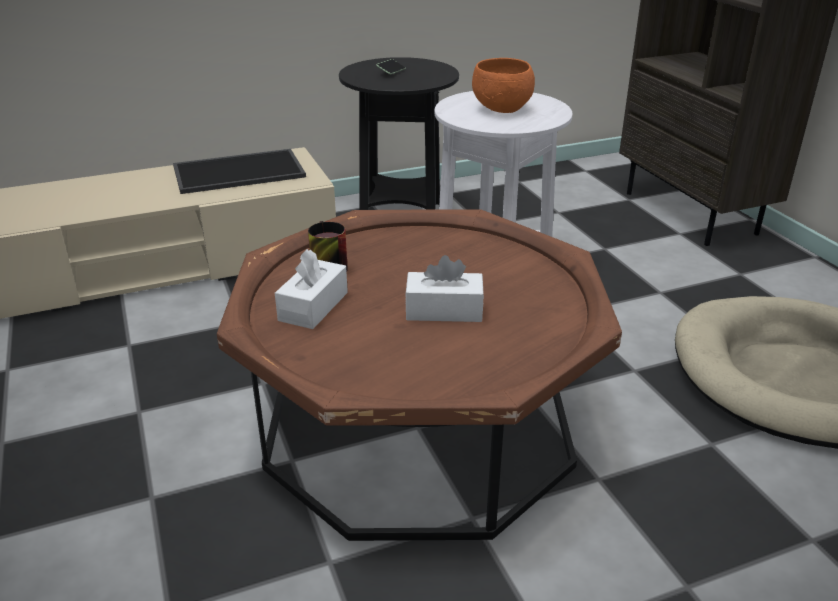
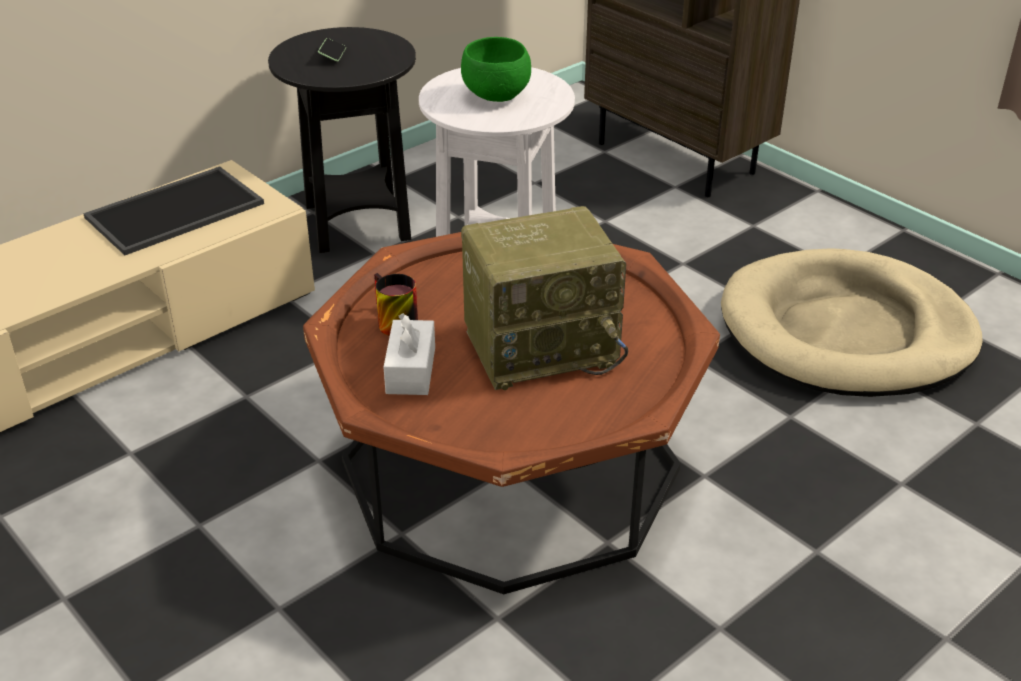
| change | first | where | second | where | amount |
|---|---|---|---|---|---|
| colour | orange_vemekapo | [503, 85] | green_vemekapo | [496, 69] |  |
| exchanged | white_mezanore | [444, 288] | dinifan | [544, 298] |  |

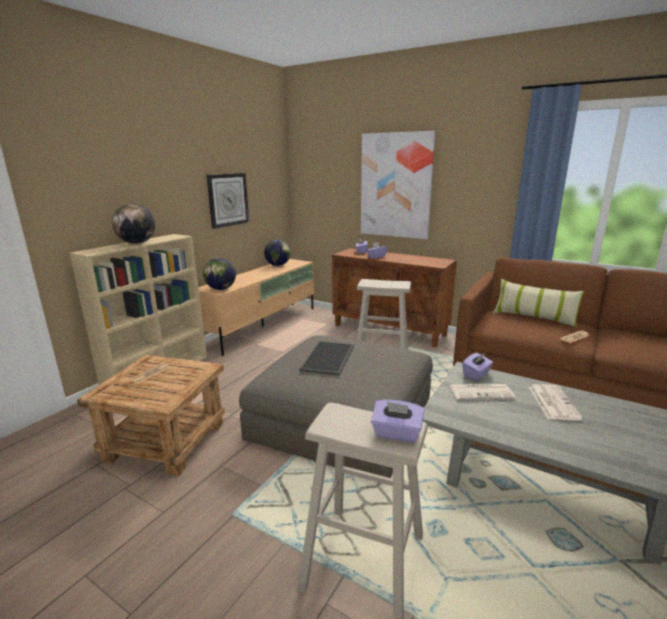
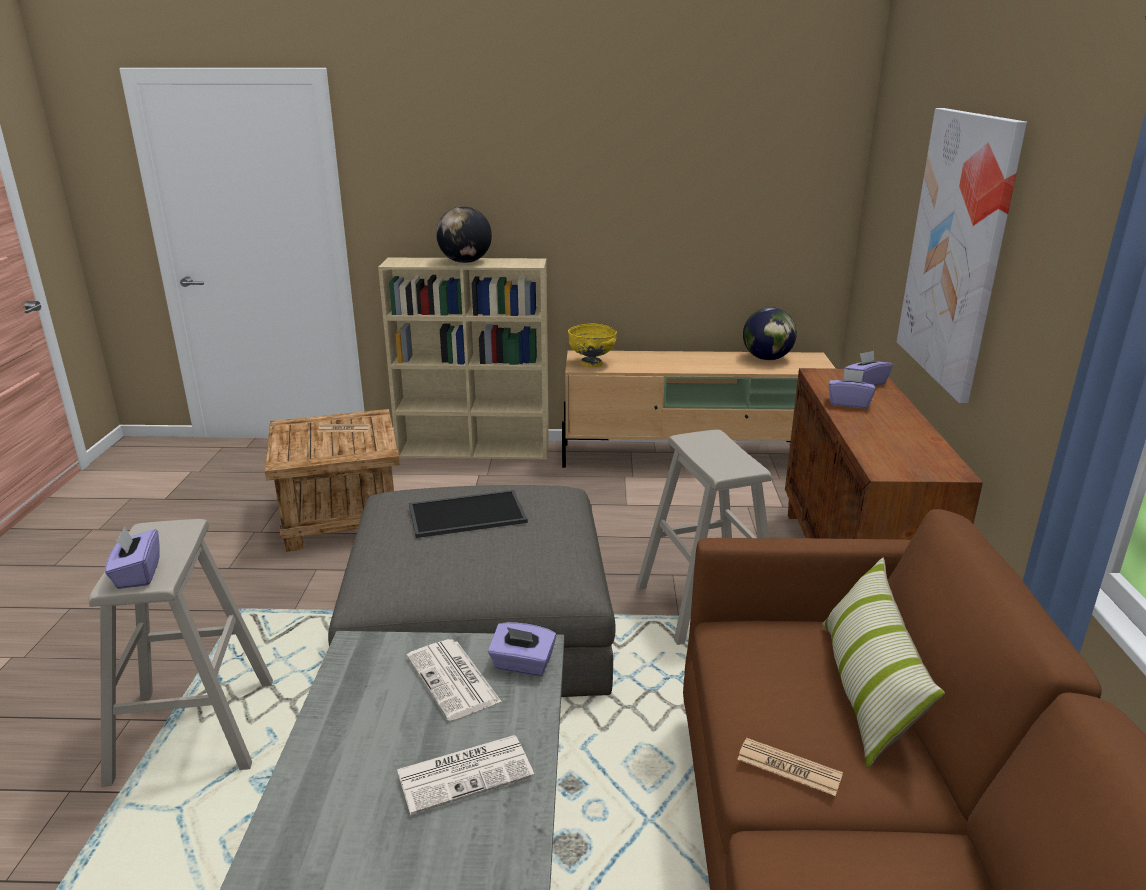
| change | first | where | second | where | amount |
|---|---|---|---|---|---|
| exchanged | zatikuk | [219, 274] | yellow_vemekapo | [592, 345] |  |
| missing | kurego | [227, 201] |  |  |  |

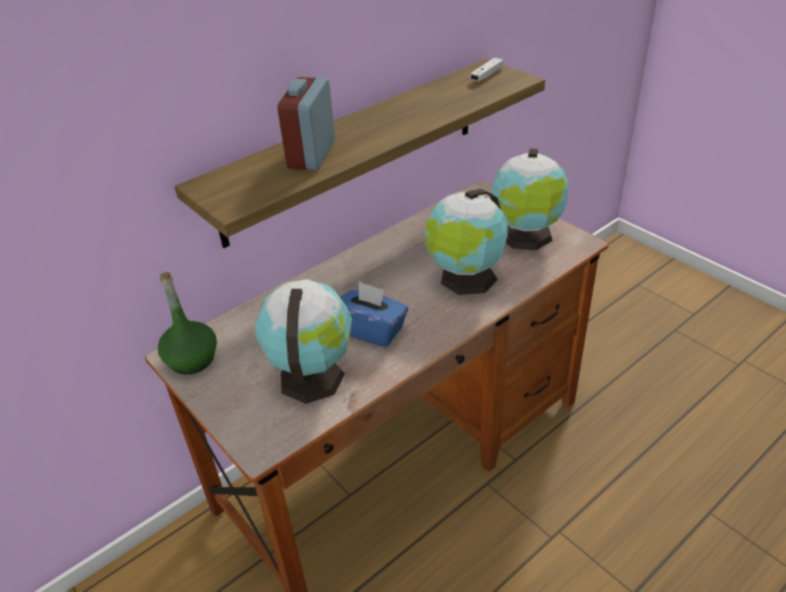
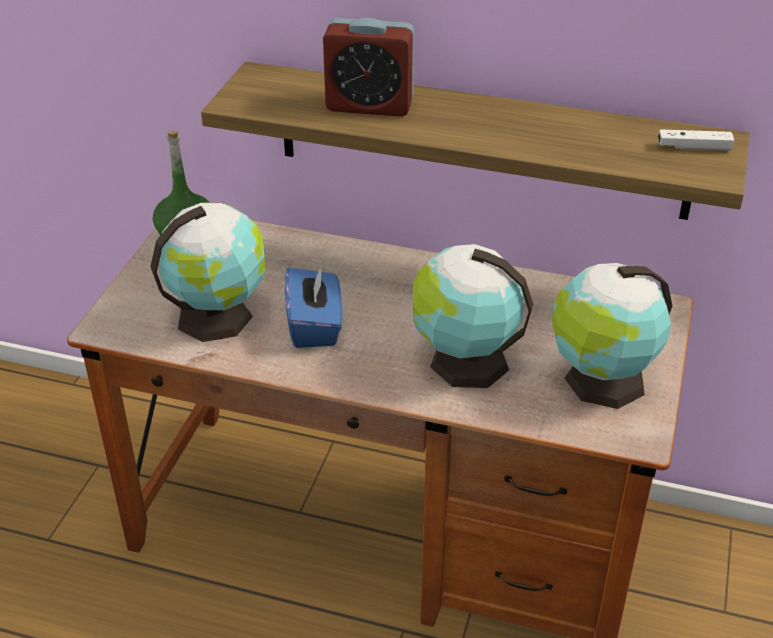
| change | first | where | second | where | amount |
|---|---|---|---|---|---|
| spun | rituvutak | [306, 123] |  | [368, 67] | 150 degrees counterclockwise |

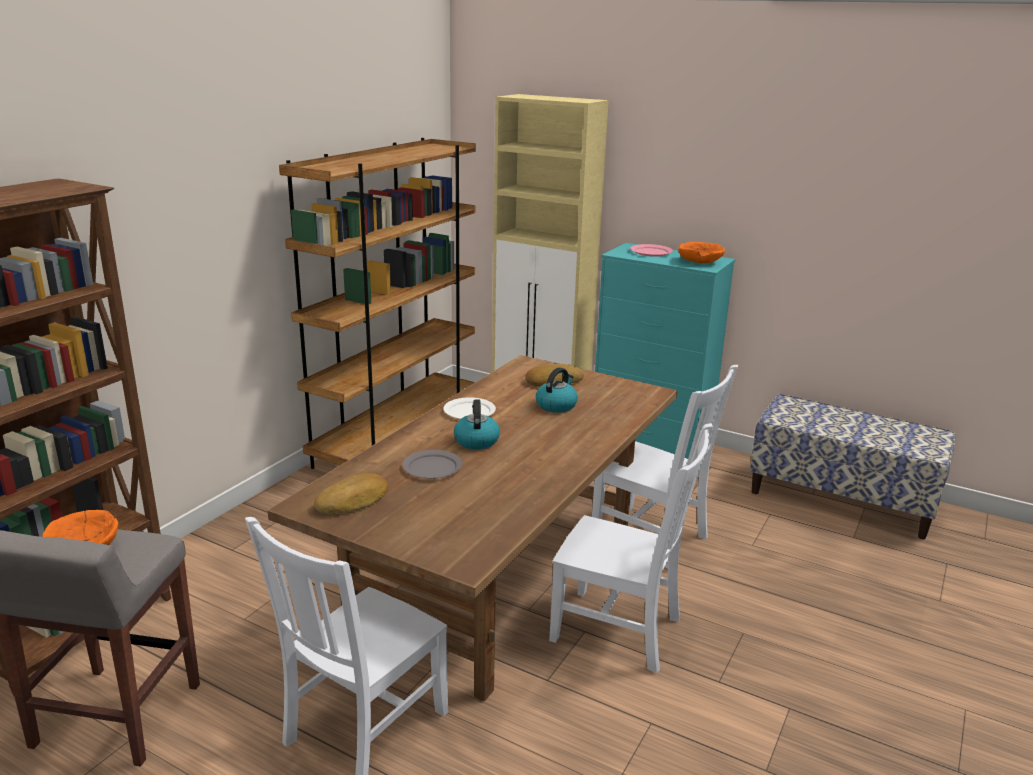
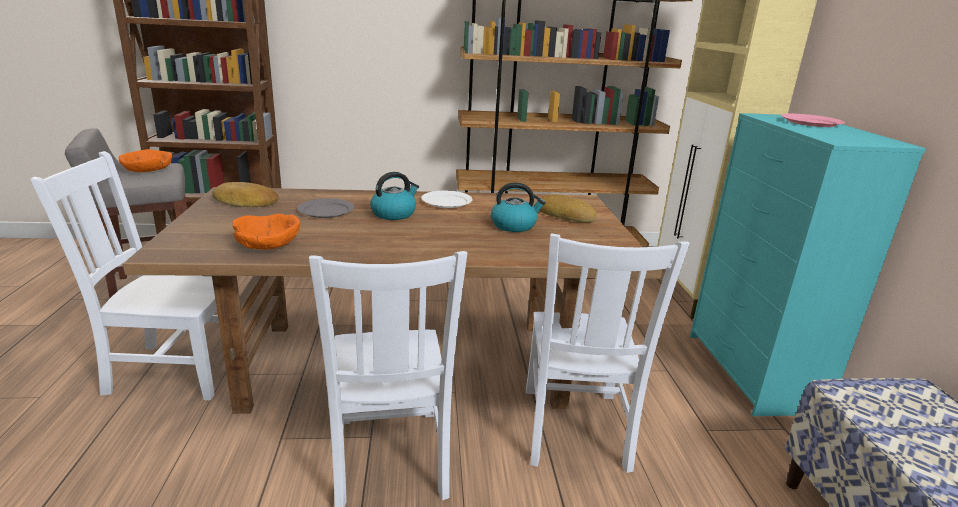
| change | first | where | second | where | amount |
|---|---|---|---|---|---|
| relocated | orange_vemekapo | [701, 253] |  | [266, 232] |  |

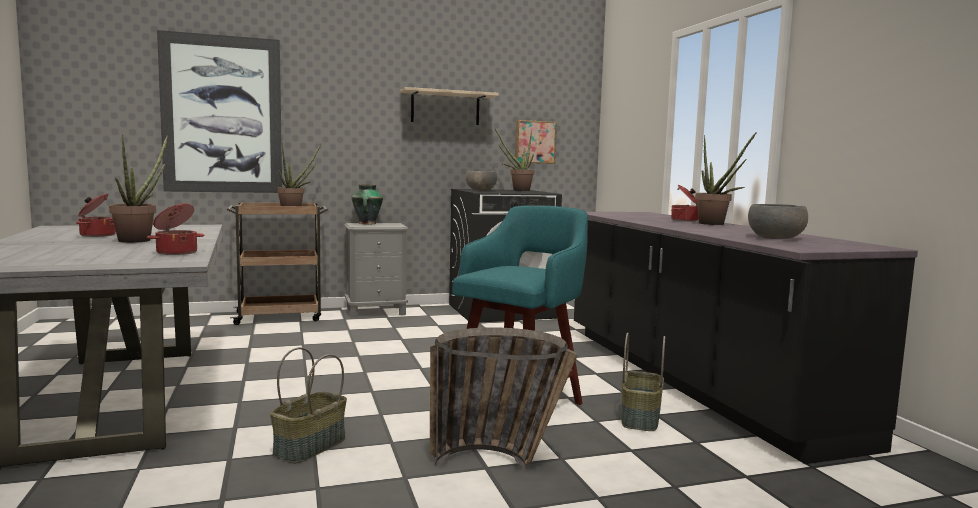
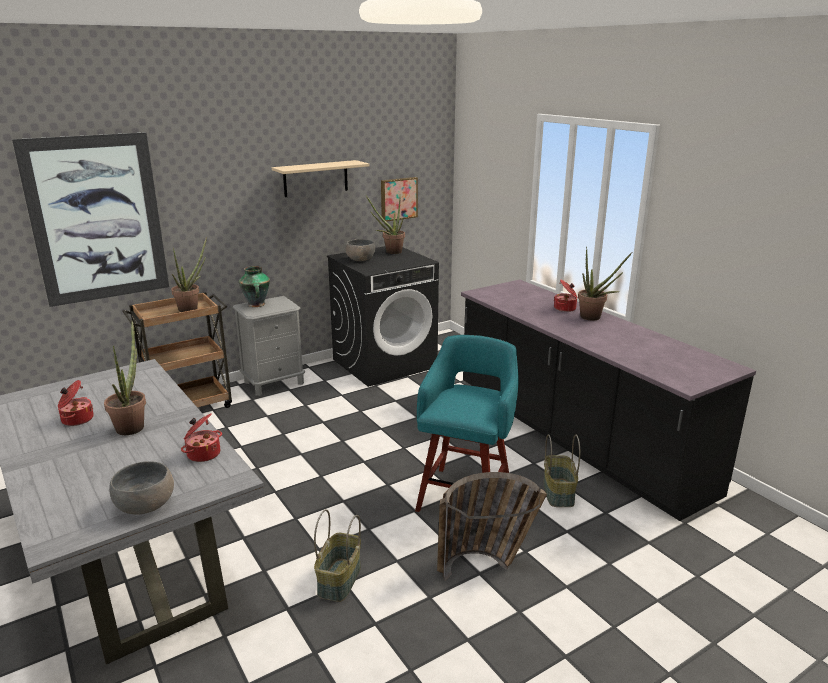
| change | first | where | second | where | amount |
|---|---|---|---|---|---|
| relocated | grey_vemekapo | [778, 221] |  | [141, 488] |  |

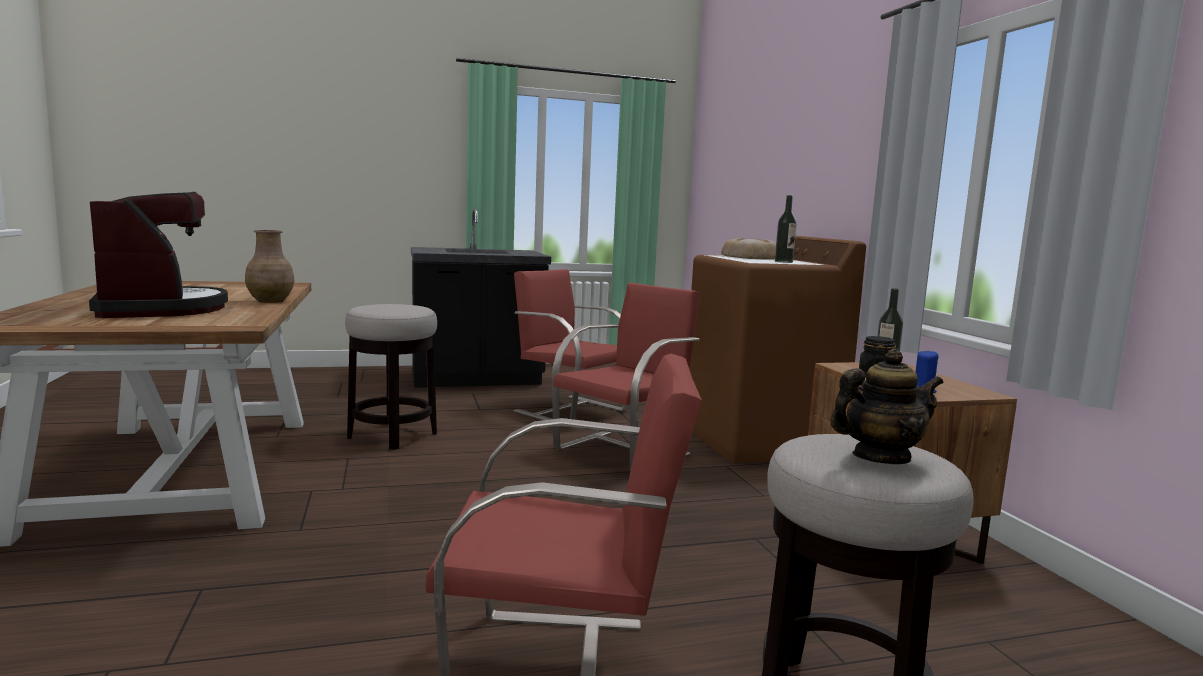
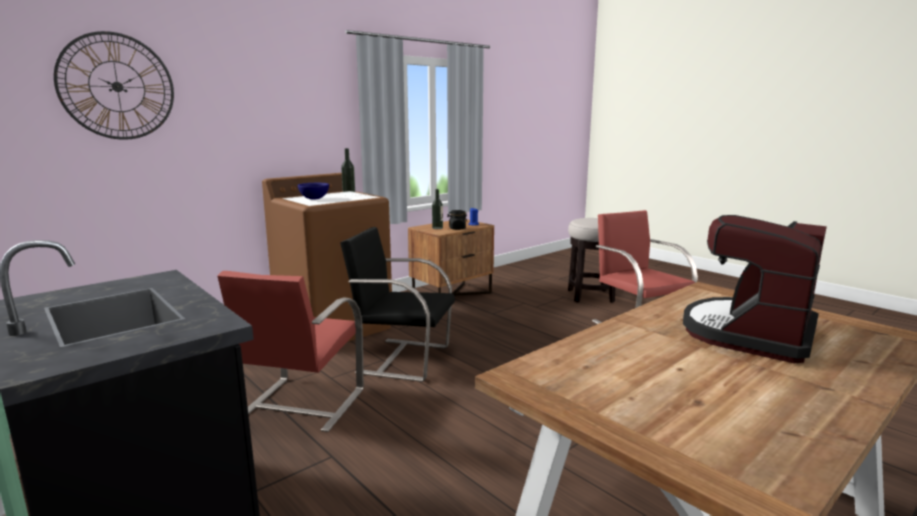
| change | first | where | second | where | amount |
|---|---|---|---|---|---|
| appeared |  |  | kurego | [114, 85] |  |
| exchanged | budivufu | [748, 249] | blue_vemekapo | [313, 191] |  |
| colour | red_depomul | [626, 376] | black_depomul | [397, 304] |  |
| missing | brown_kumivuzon | [269, 266] |  |  |  |
| missing | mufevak | [391, 377] |  |  |  |
| missing | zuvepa | [887, 406] |  |  |  |

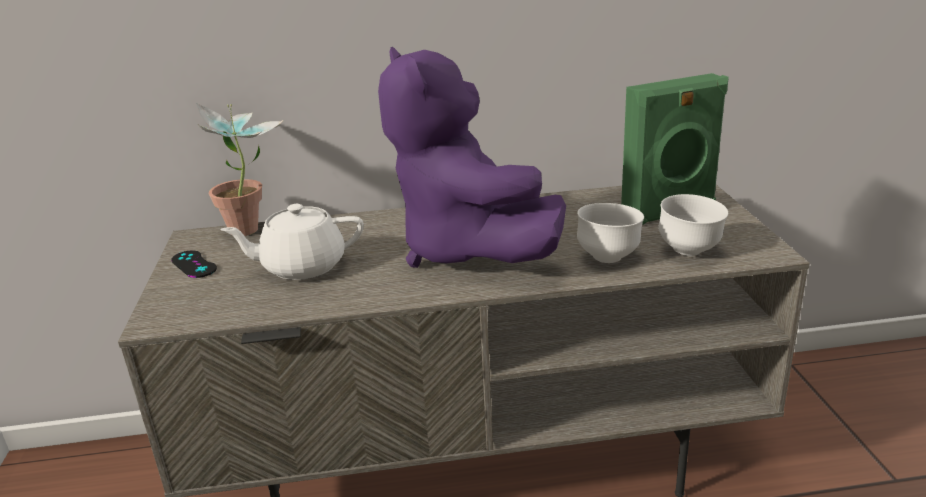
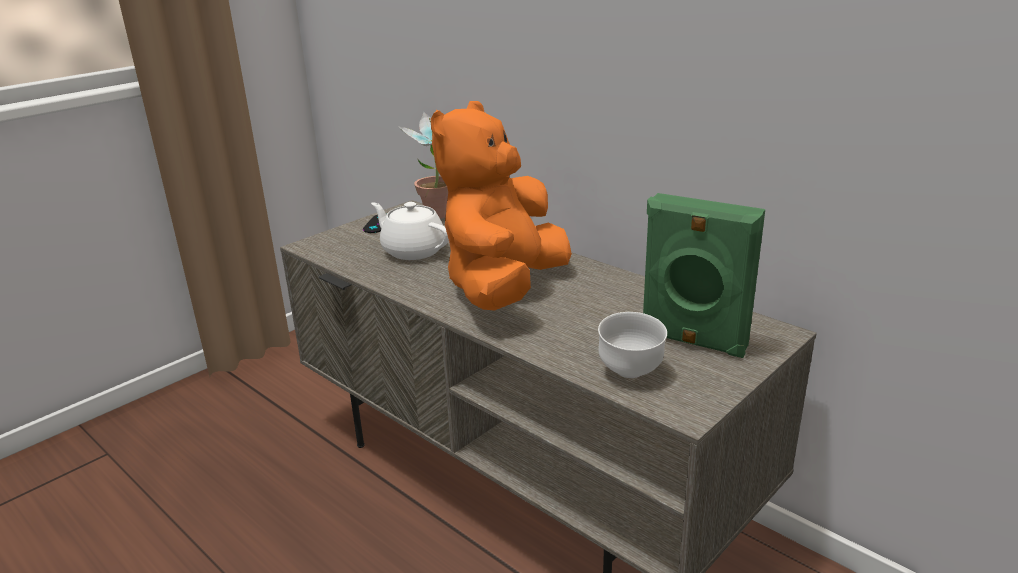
| change | first | where | second | where | amount |
|---|---|---|---|---|---|
| colour | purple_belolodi | [472, 157] | orange_belolodi | [501, 206] |  |
| missing | white_vemekapo | [610, 233] |  |  |  |

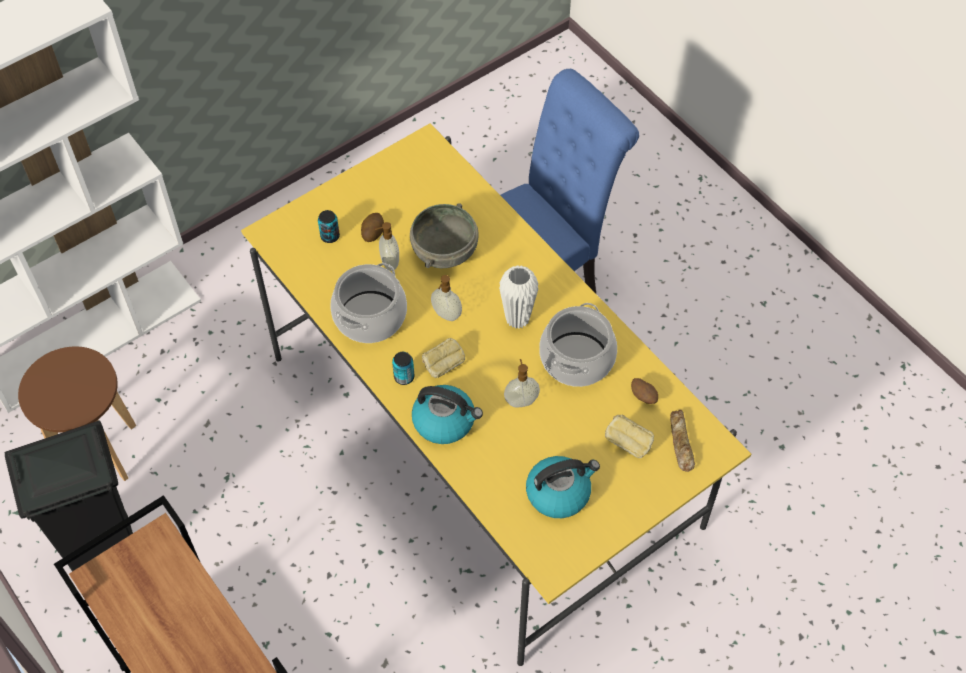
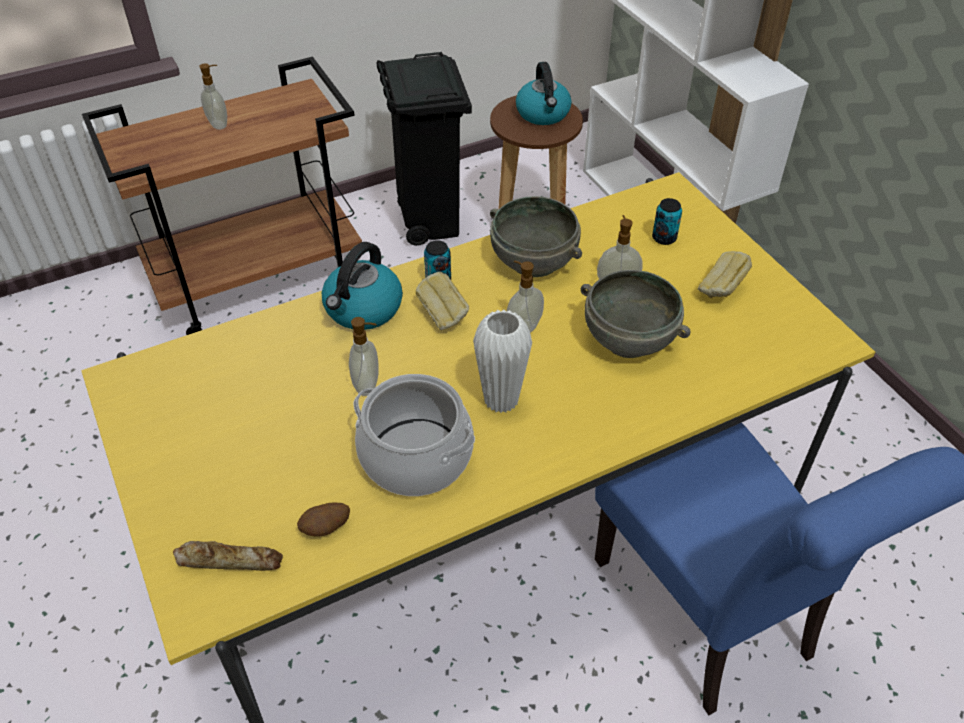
| change | first | where | second | where | amount |
|---|---|---|---|---|---|
| appeared |  |  | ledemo | [213, 96] |  |
| exchanged | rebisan | [368, 303] | grey_vemekapo | [536, 236] |  |
| relocated | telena | [563, 487] |  | [544, 93] |  |
| relocated | budivufu | [629, 436] |  | [725, 274] |  |
| missing | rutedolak | [372, 227] |  |  |  |

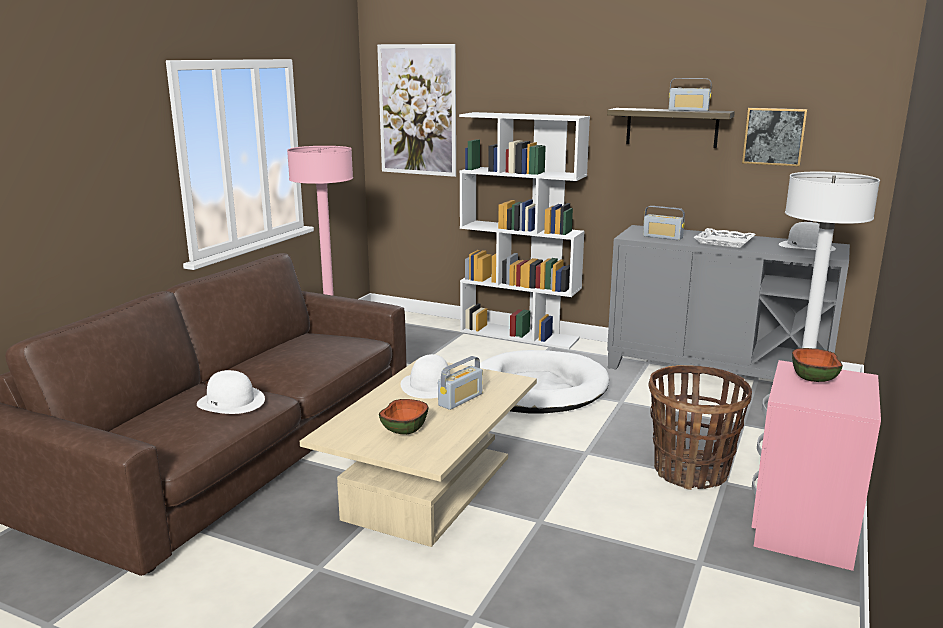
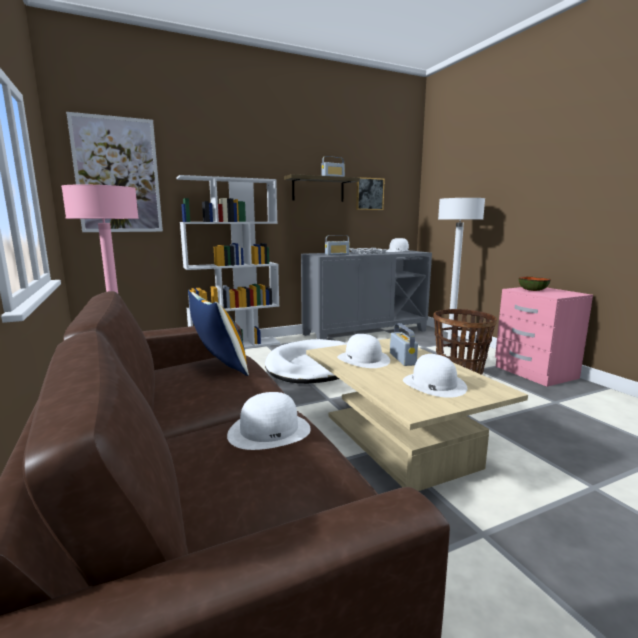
| change | first | where | second | where | amount |
|---|---|---|---|---|---|
| appeared |  |  | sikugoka | [218, 333] |  |
| exchanged | vemekapo | [404, 416] | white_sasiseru | [435, 376] |  |

